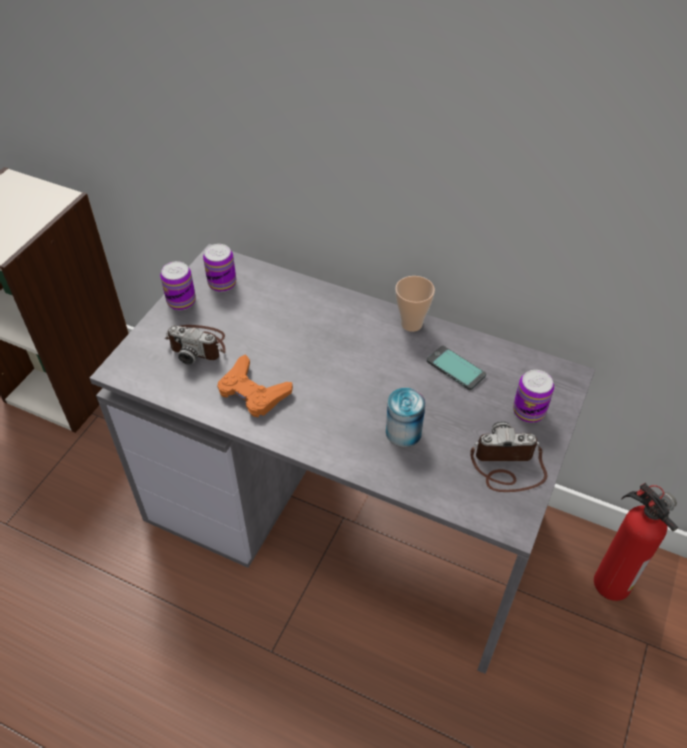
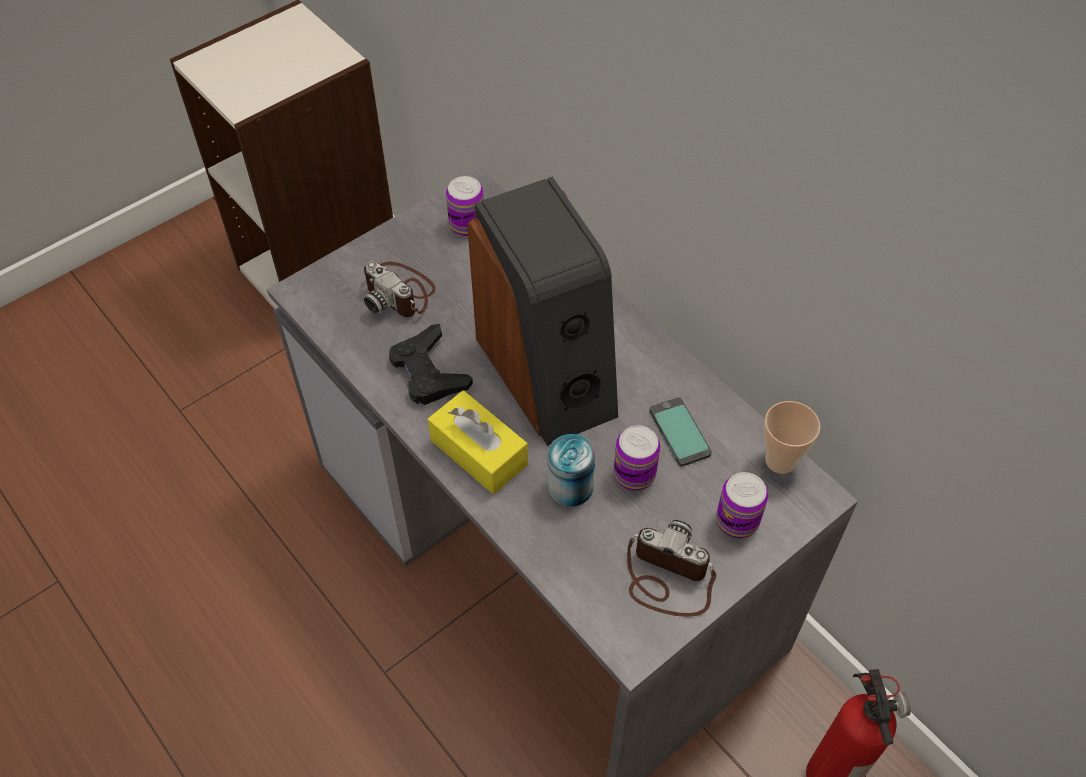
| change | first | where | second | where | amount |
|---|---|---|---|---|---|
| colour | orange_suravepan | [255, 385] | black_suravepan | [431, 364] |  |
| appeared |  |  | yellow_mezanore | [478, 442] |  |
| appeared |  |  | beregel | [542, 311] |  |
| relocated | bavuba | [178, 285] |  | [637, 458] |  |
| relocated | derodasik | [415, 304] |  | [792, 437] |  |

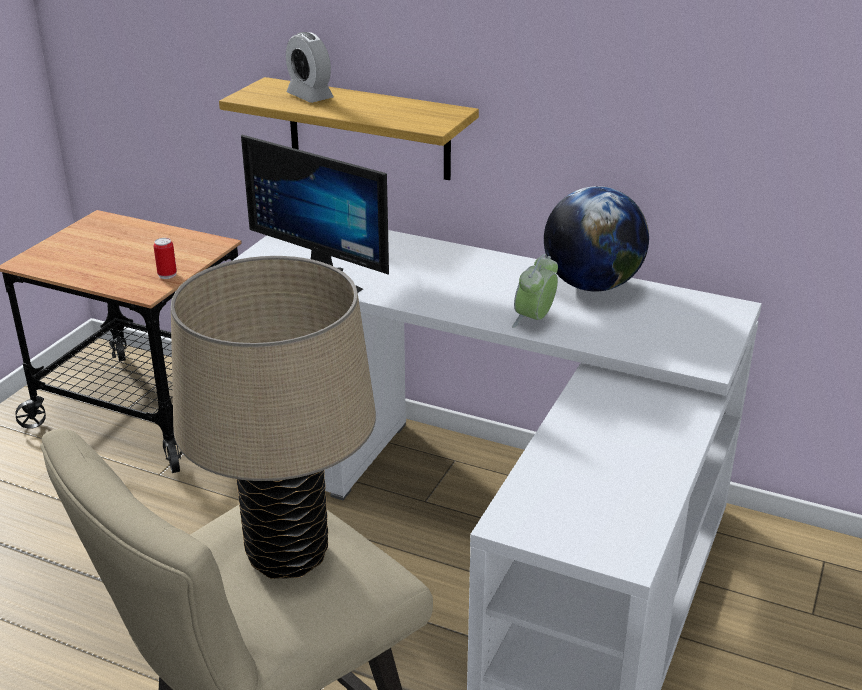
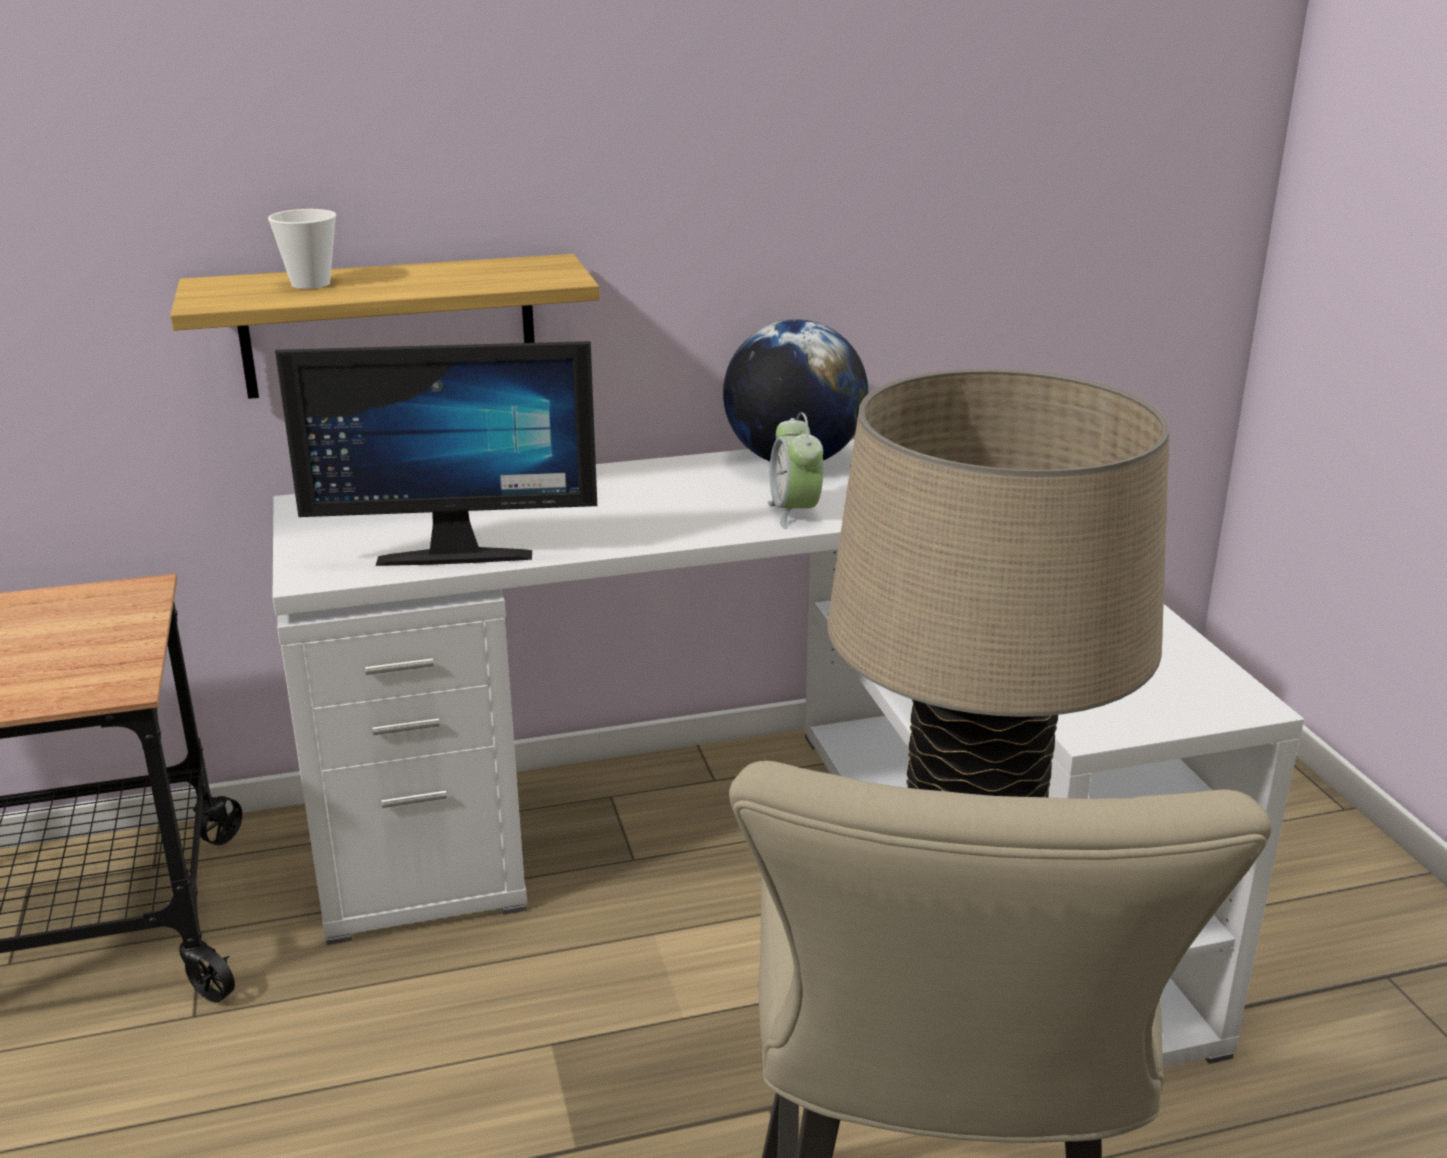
| change | first | where | second | where | amount |
|---|---|---|---|---|---|
| exchanged | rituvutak | [310, 67] | derodasik | [302, 249] |  |
| missing | bavuba | [165, 258] |  |  |  |

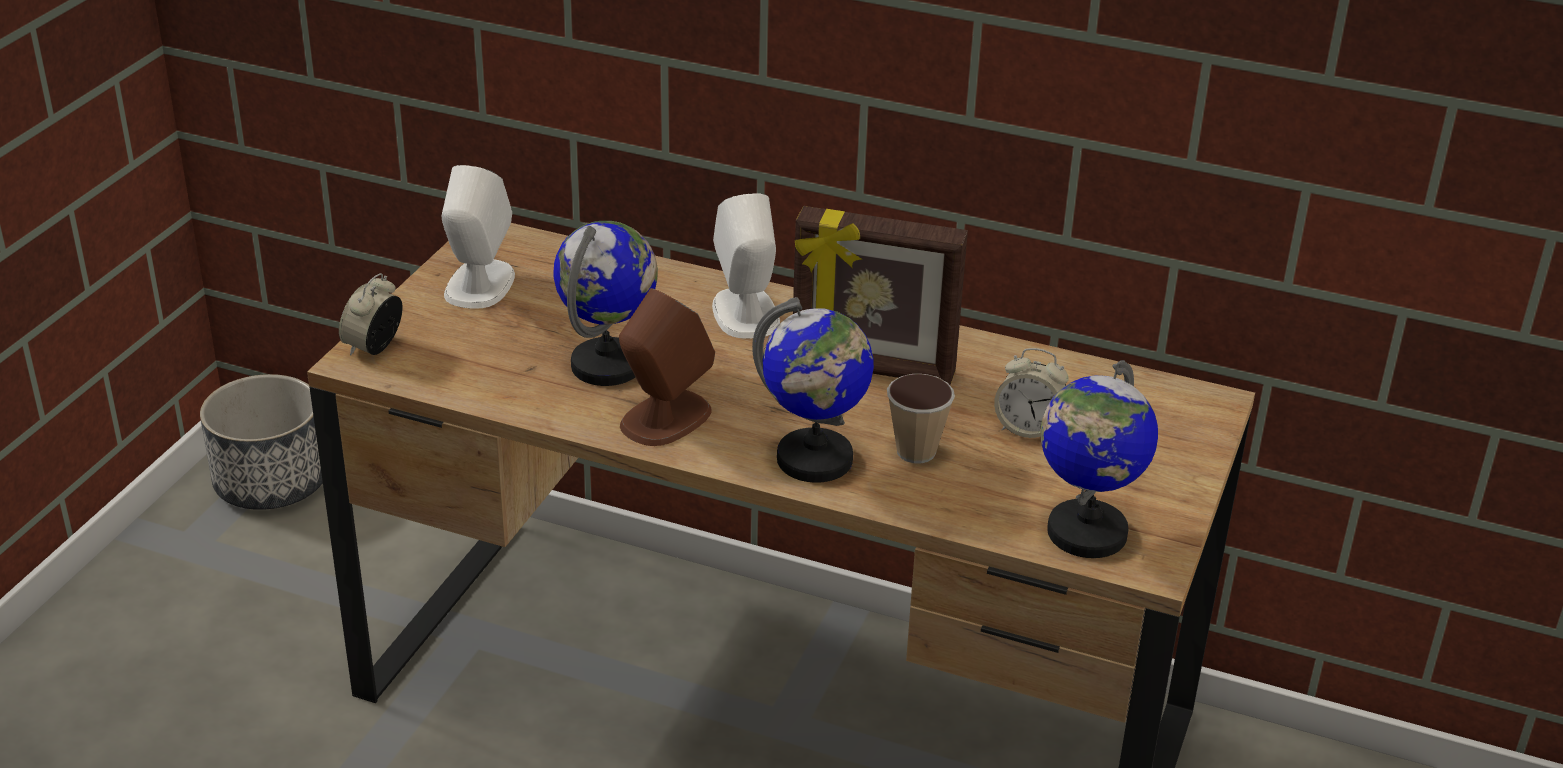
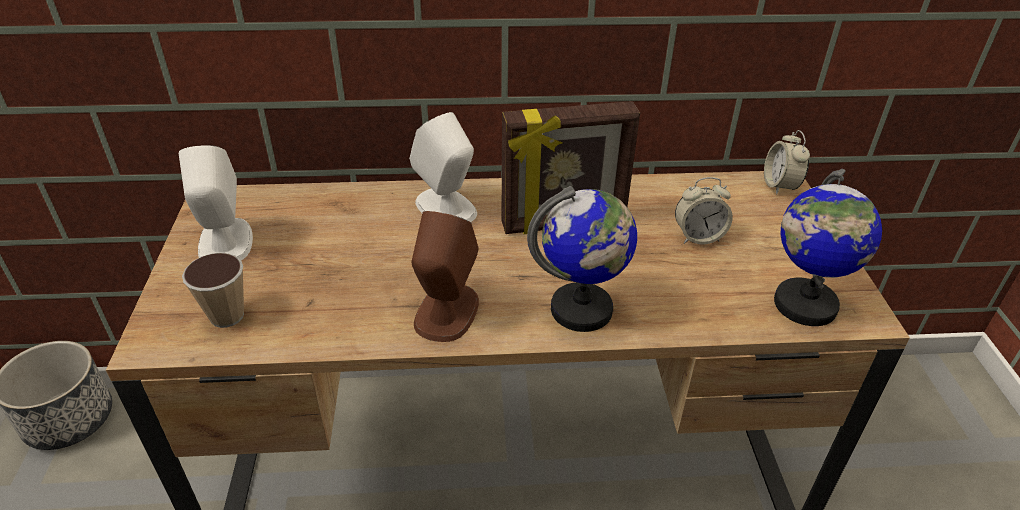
| change | first | where | second | where | amount |
|---|---|---|---|---|---|
| relocated | derodasik | [921, 418] |  | [213, 290] |  |
| relocated | rituvutak | [371, 314] |  | [787, 162] |  |
| missing | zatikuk | [605, 303] |  |  |  |

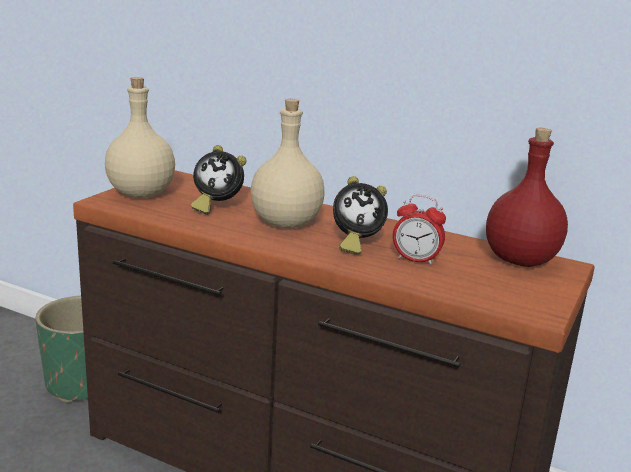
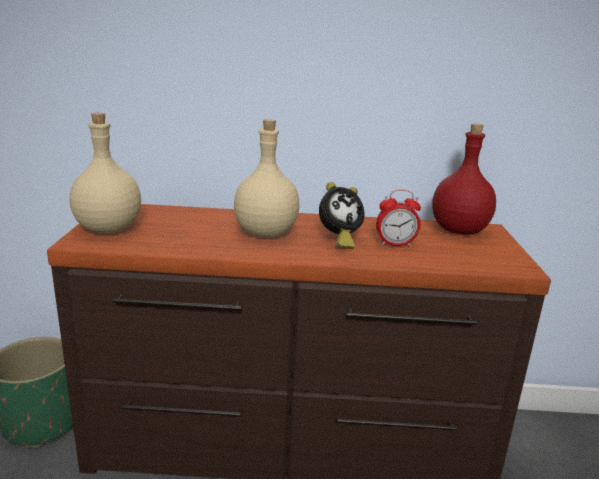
| change | first | where | second | where | amount |
|---|---|---|---|---|---|
| missing | rituvutak | [219, 180] |  |  |  |

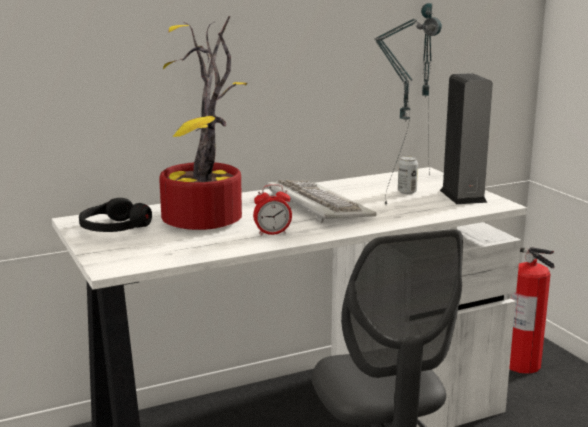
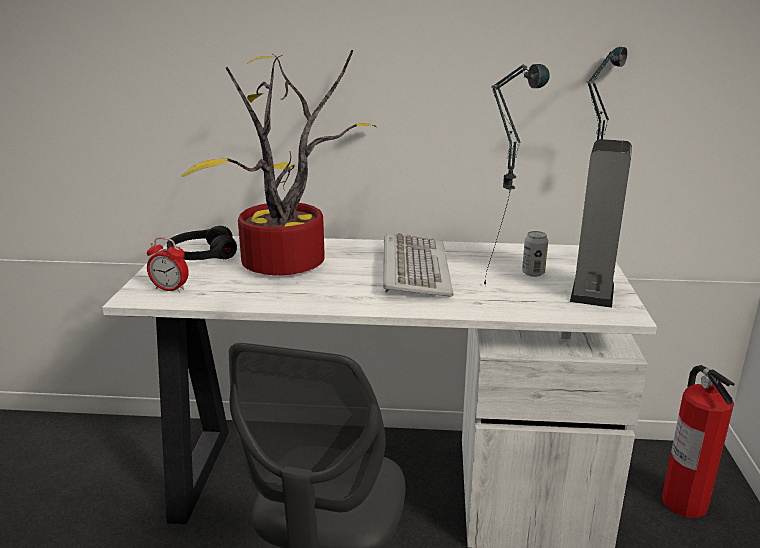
| change | first | where | second | where | amount |
|---|---|---|---|---|---|
| relocated | rituvutak | [272, 210] |  | [168, 264] |  |

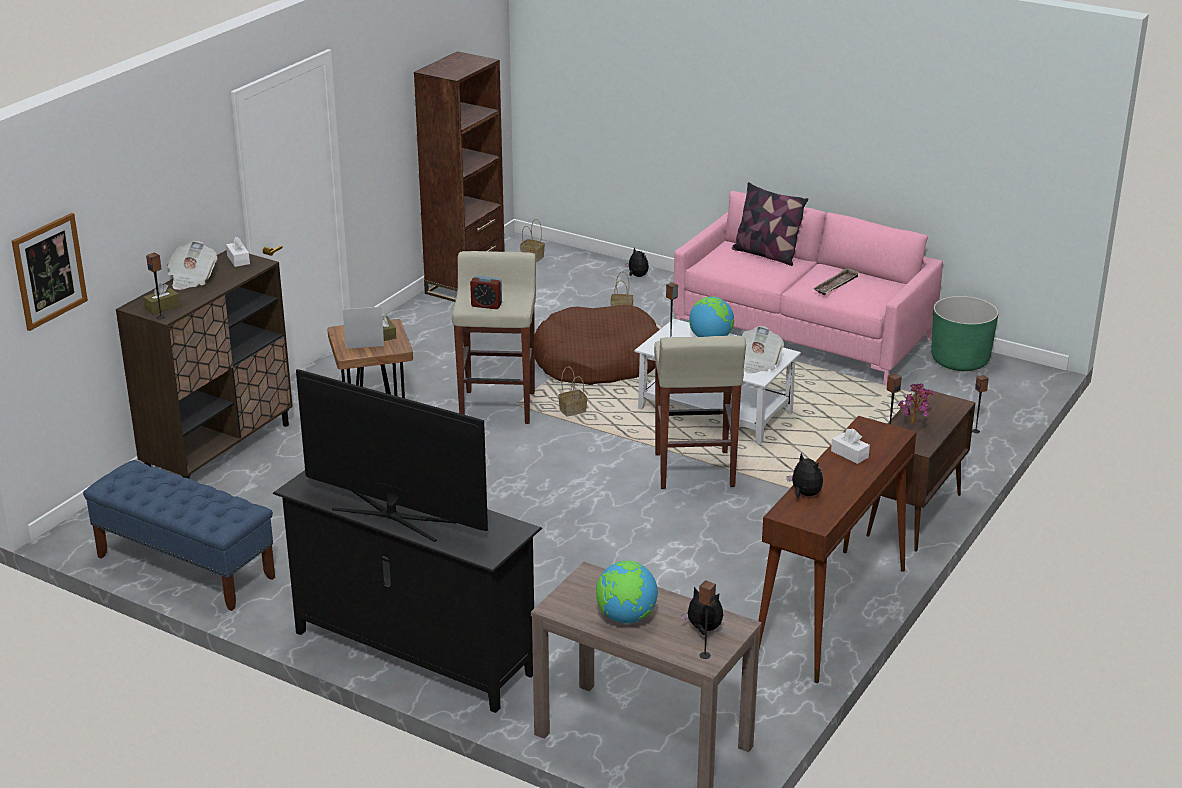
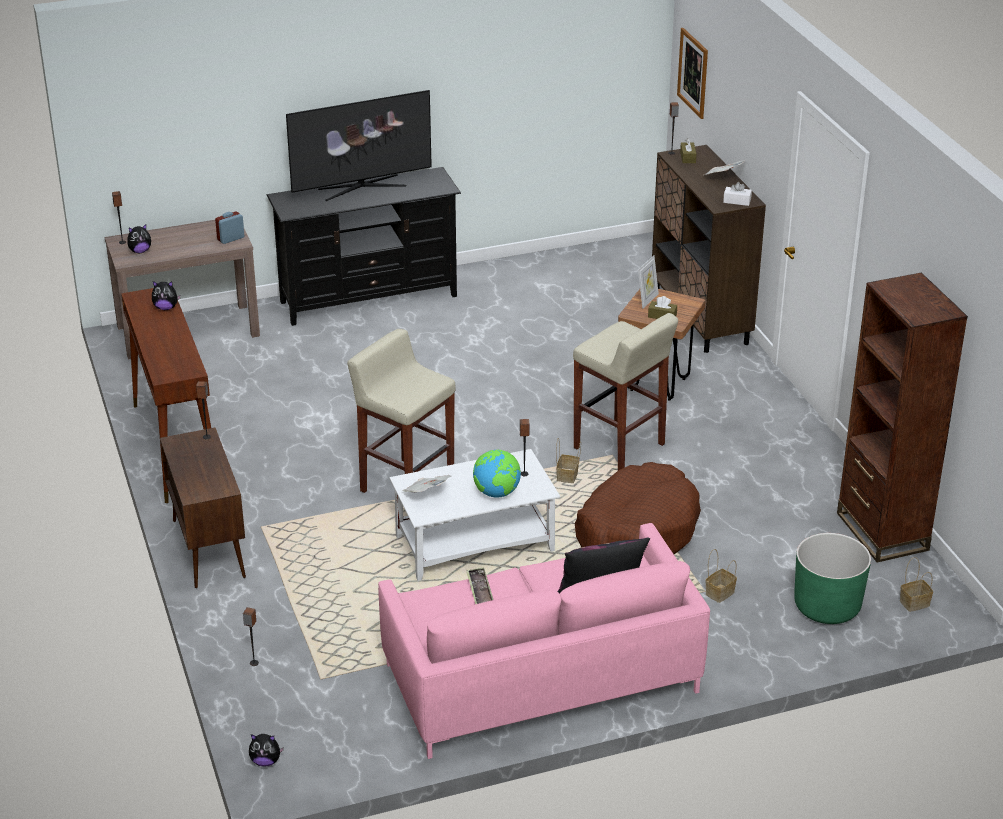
| change | first | where | second | where | amount |
|---|---|---|---|---|---|
| relocated | rituvutak | [486, 292] |  | [229, 227] |  |
| relocated | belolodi | [637, 262] |  | [266, 750] |  |
| relocated | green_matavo | [965, 333] |  | [832, 578] |  |
| missing | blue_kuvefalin | [179, 535] |  |  |  |
| missing | zatikuk | [627, 592] |  |  |  |
| missing | white_mezanore | [850, 446] |  |  |  |
| missing | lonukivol | [916, 403] |  |  |  |

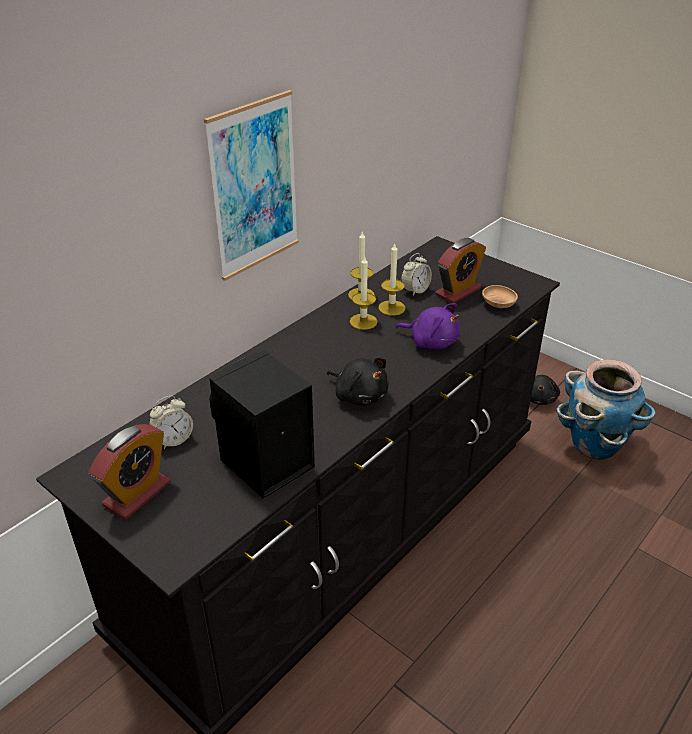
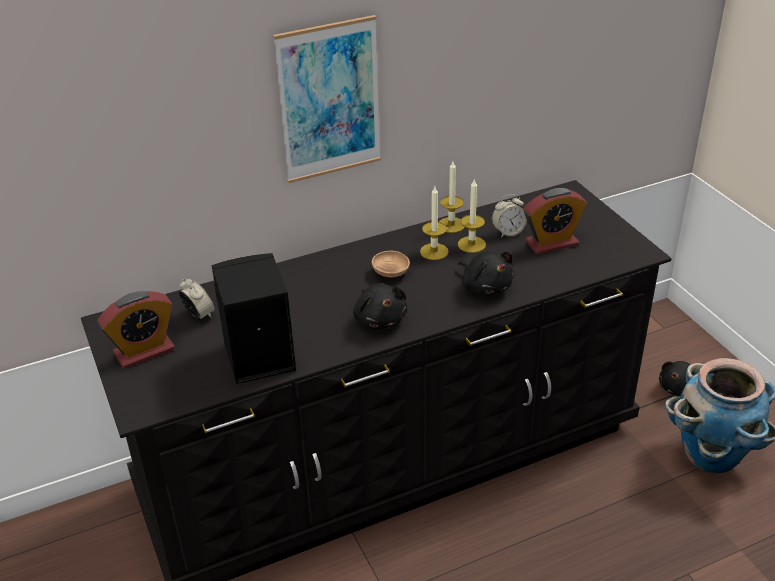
| change | first | where | second | where | amount |
|---|---|---|---|---|---|
| spun | rituvutak | [171, 422] |  | [197, 299] | 120 degrees counterclockwise |
| relocated | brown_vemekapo | [500, 296] |  | [391, 264] |  |
| colour | purple_belolodi | [428, 326] | black_belolodi | [486, 273] |  |

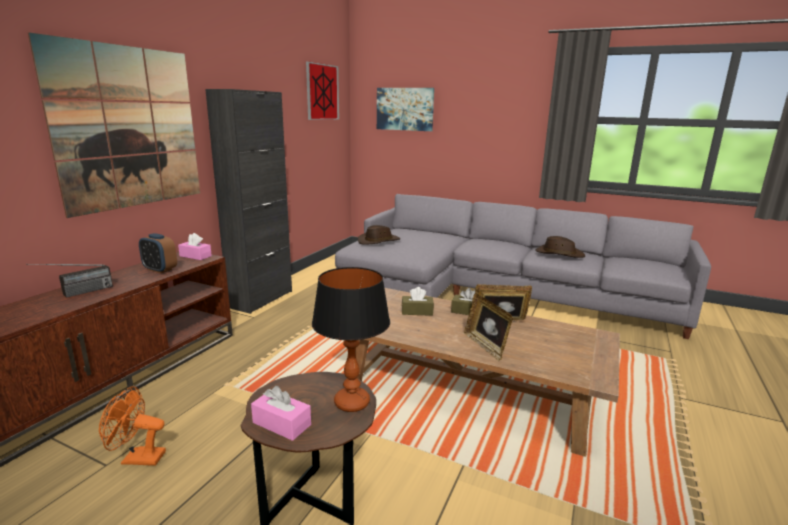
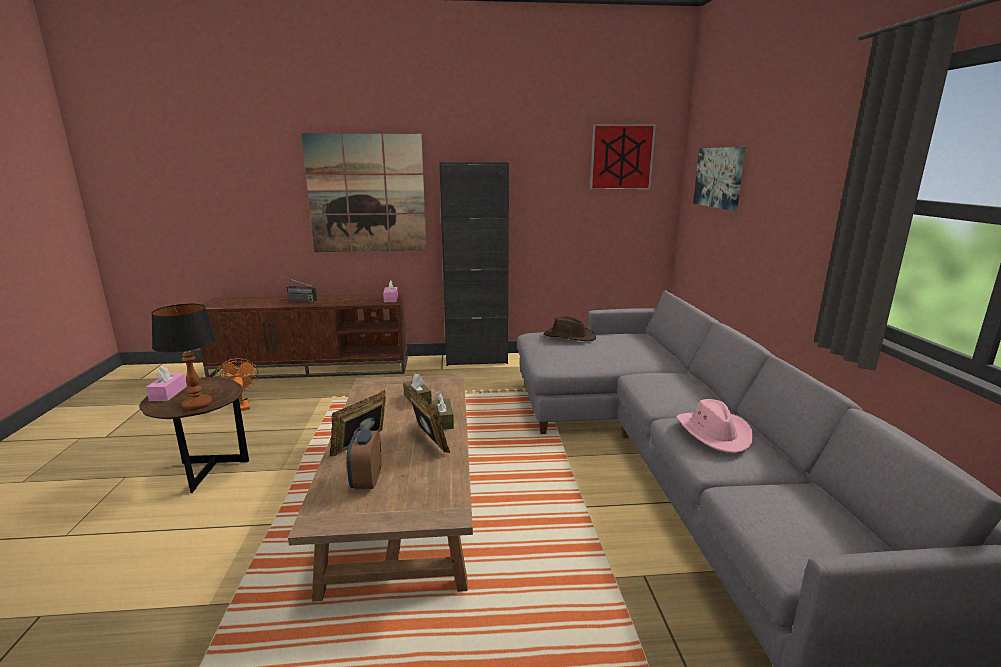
| change | first | where | second | where | amount |
|---|---|---|---|---|---|
| relocated | rituvutak | [158, 253] |  | [364, 459] |  |
| colour | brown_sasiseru | [560, 247] | pink_sasiseru | [714, 426] |  |

